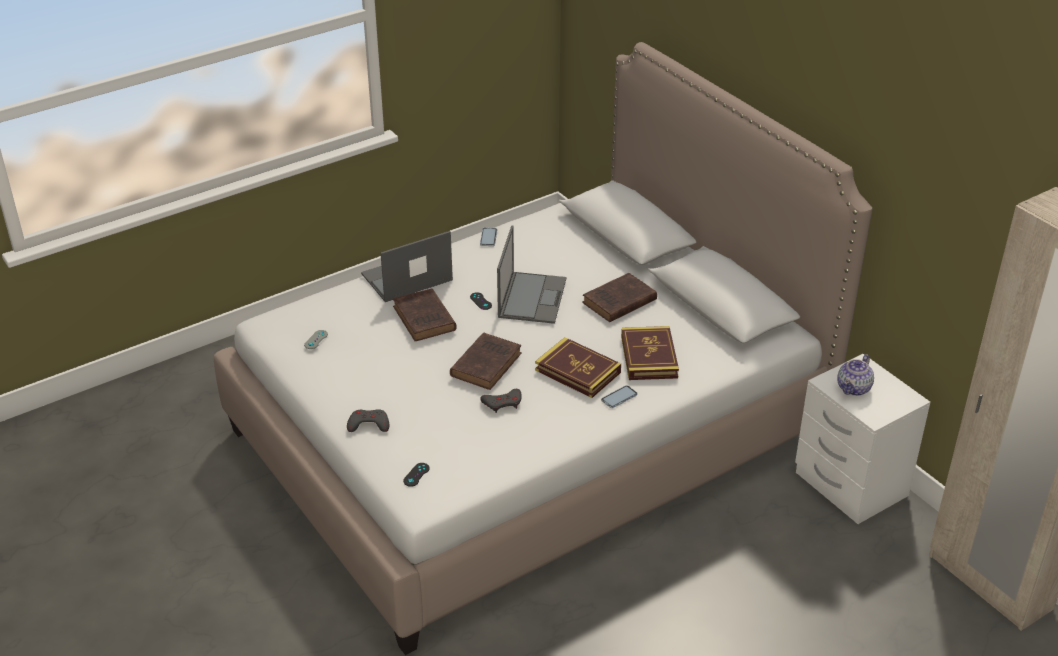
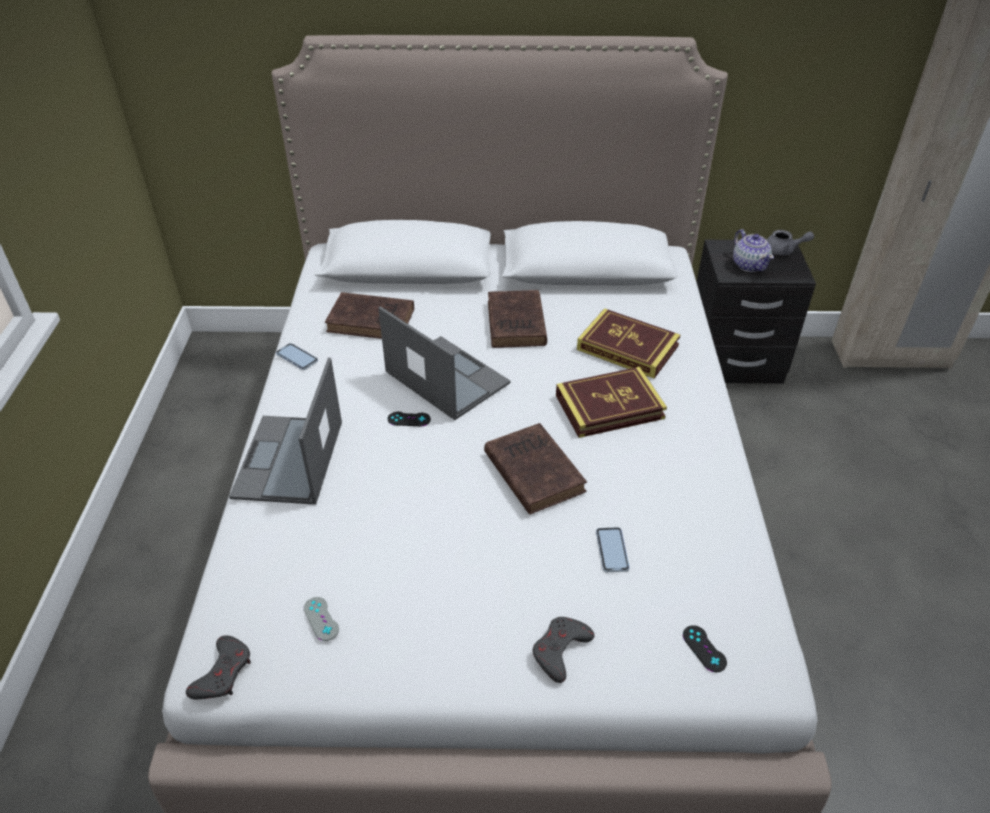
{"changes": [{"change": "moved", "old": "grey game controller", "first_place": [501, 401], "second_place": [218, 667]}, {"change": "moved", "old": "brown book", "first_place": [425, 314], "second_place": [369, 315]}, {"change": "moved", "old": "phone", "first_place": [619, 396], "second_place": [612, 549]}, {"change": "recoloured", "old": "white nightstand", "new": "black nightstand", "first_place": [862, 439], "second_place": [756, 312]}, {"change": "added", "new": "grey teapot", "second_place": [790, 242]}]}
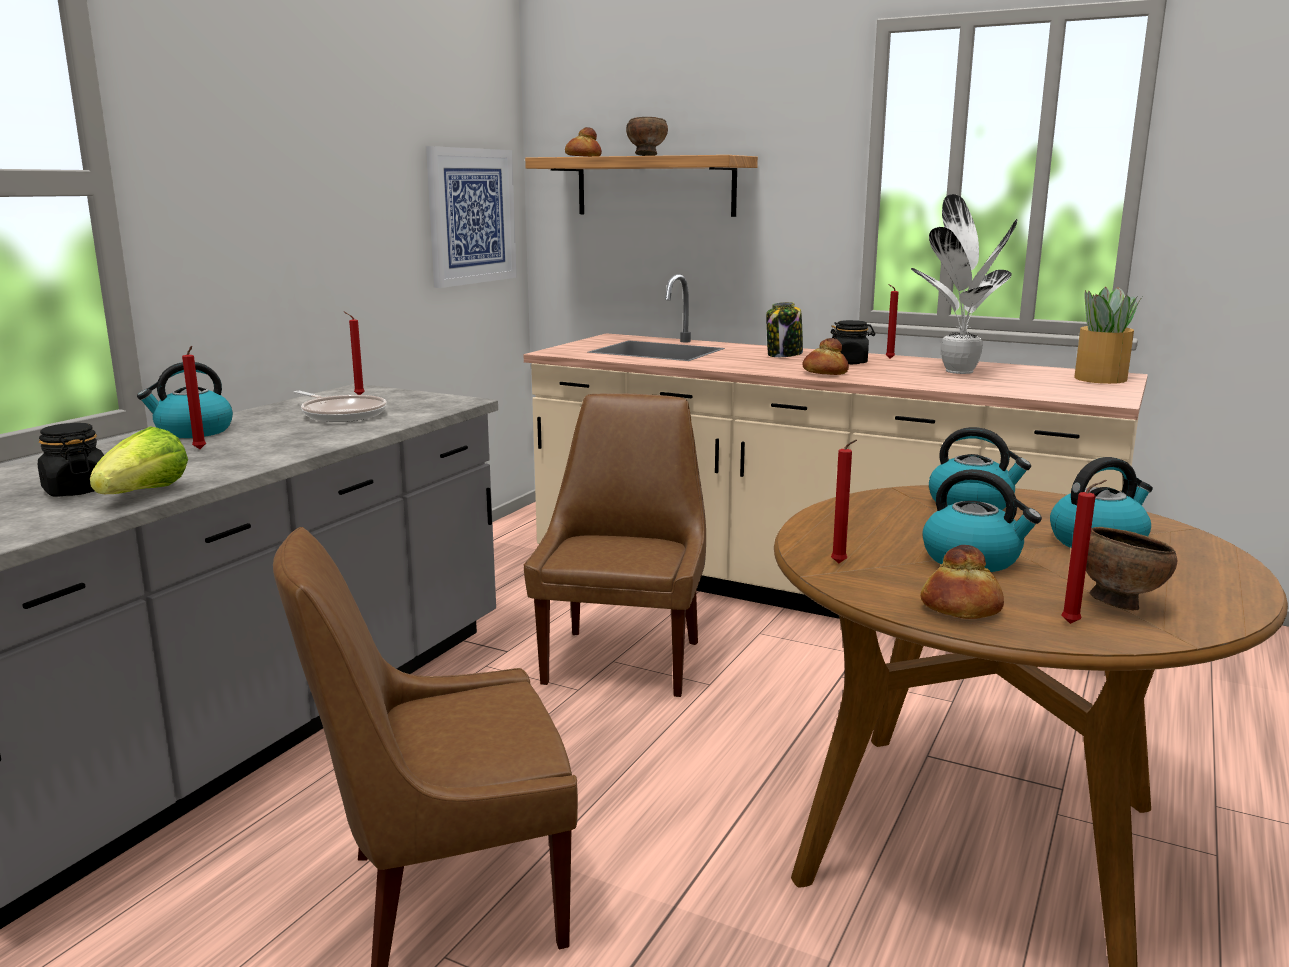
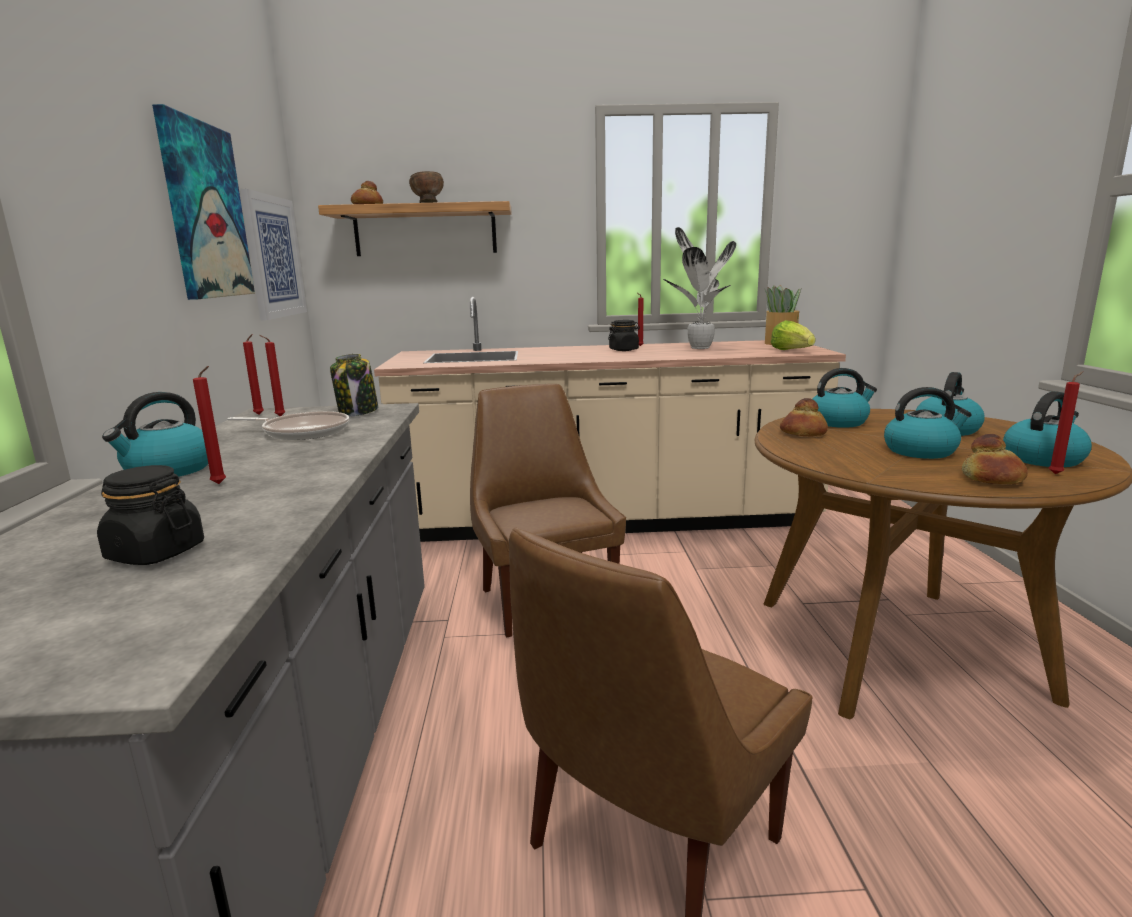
{"changes": [{"change": "added", "new": "picture", "second_place": [203, 202]}, {"change": "moved", "old": "red candle", "first_place": [844, 501], "second_place": [253, 374]}, {"change": "moved", "old": "jar", "first_place": [784, 329], "second_place": [354, 385]}, {"change": "moved", "old": "lettuce", "first_place": [139, 460], "second_place": [793, 335]}, {"change": "moved", "old": "bread", "first_place": [825, 356], "second_place": [804, 417]}, {"change": "replaced", "old": "brown bowl", "new": "kettle", "first_place": [1131, 568], "second_place": [1047, 429]}]}
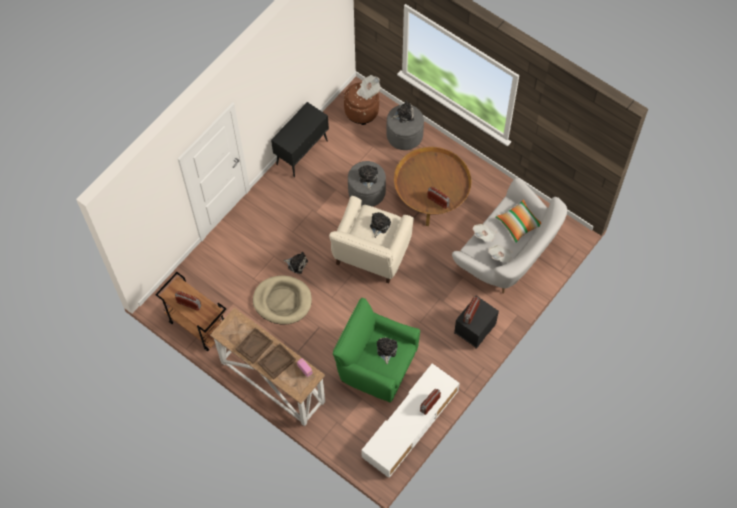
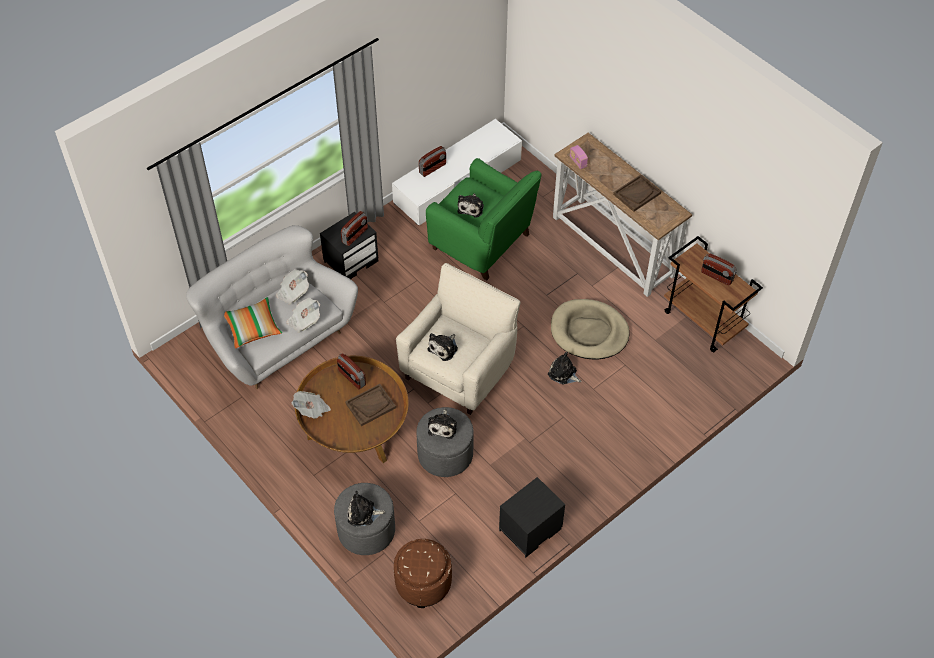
{"changes": [{"change": "moved", "old": "newspaper", "first_place": [369, 87], "second_place": [311, 405]}, {"change": "moved", "old": "brown tray", "first_place": [277, 361], "second_place": [370, 405]}, {"change": "replaced", "old": "black cabinet", "new": "black nightstand", "first_place": [300, 139], "second_place": [532, 517]}]}
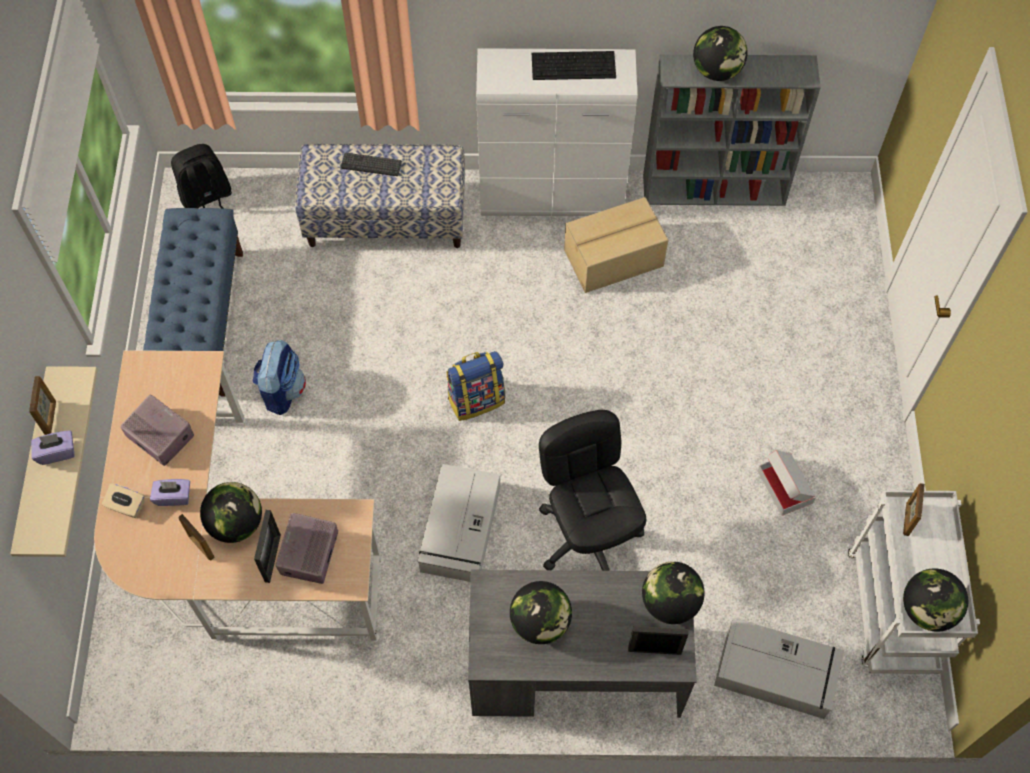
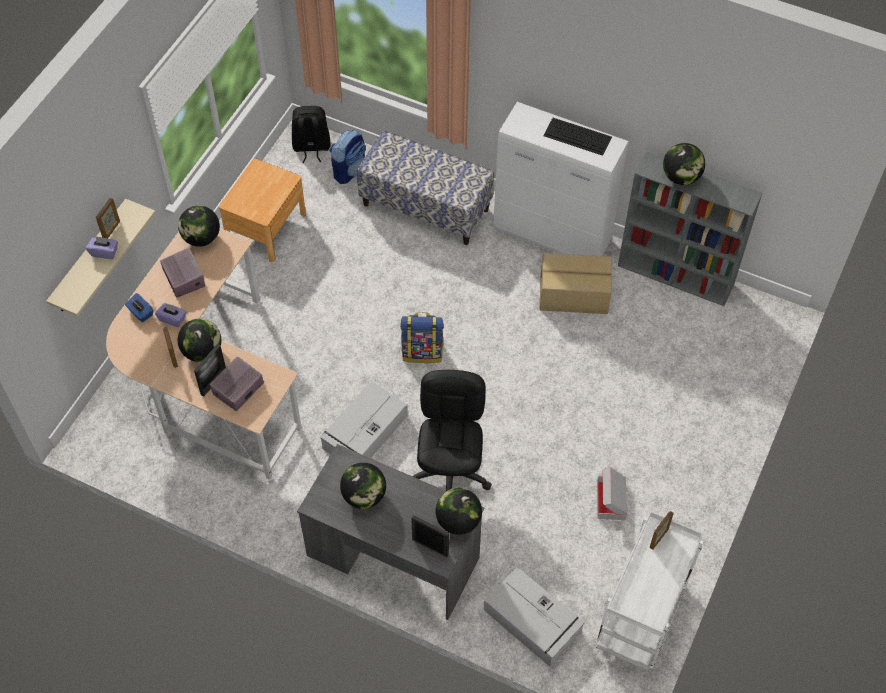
{"changes": [{"change": "recoloured", "old": "beige tissue box", "new": "blue tissue box", "first_place": [123, 500], "second_place": [139, 307]}, {"change": "moved", "old": "globe", "first_place": [935, 599], "second_place": [199, 226]}, {"change": "replaced", "old": "blue bench", "new": "brown nightstand", "first_place": [193, 302], "second_place": [262, 210]}, {"change": "moved", "old": "backpack", "first_place": [279, 377], "second_place": [348, 157]}, {"change": "removed", "old": "keyboard", "first_place": [371, 164]}]}
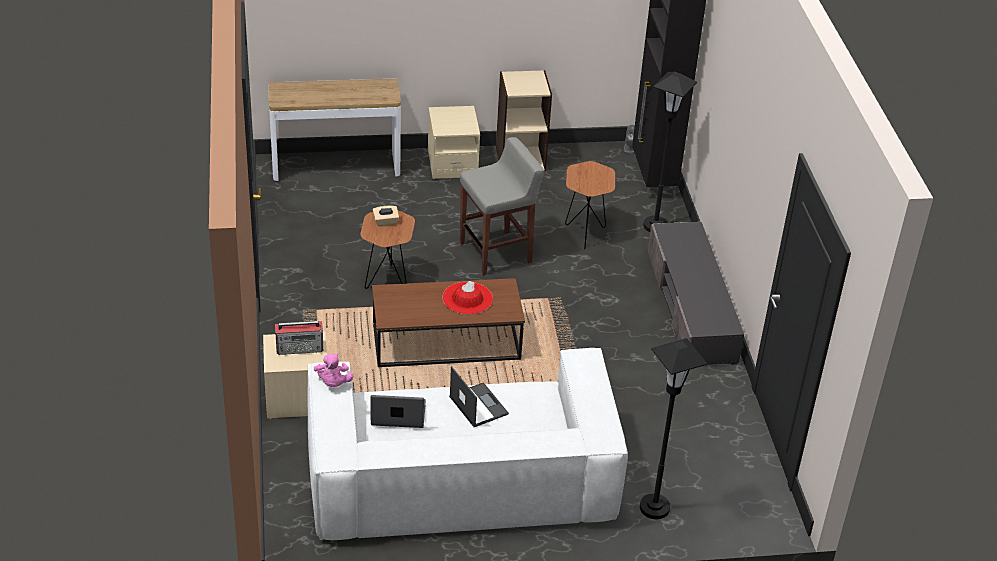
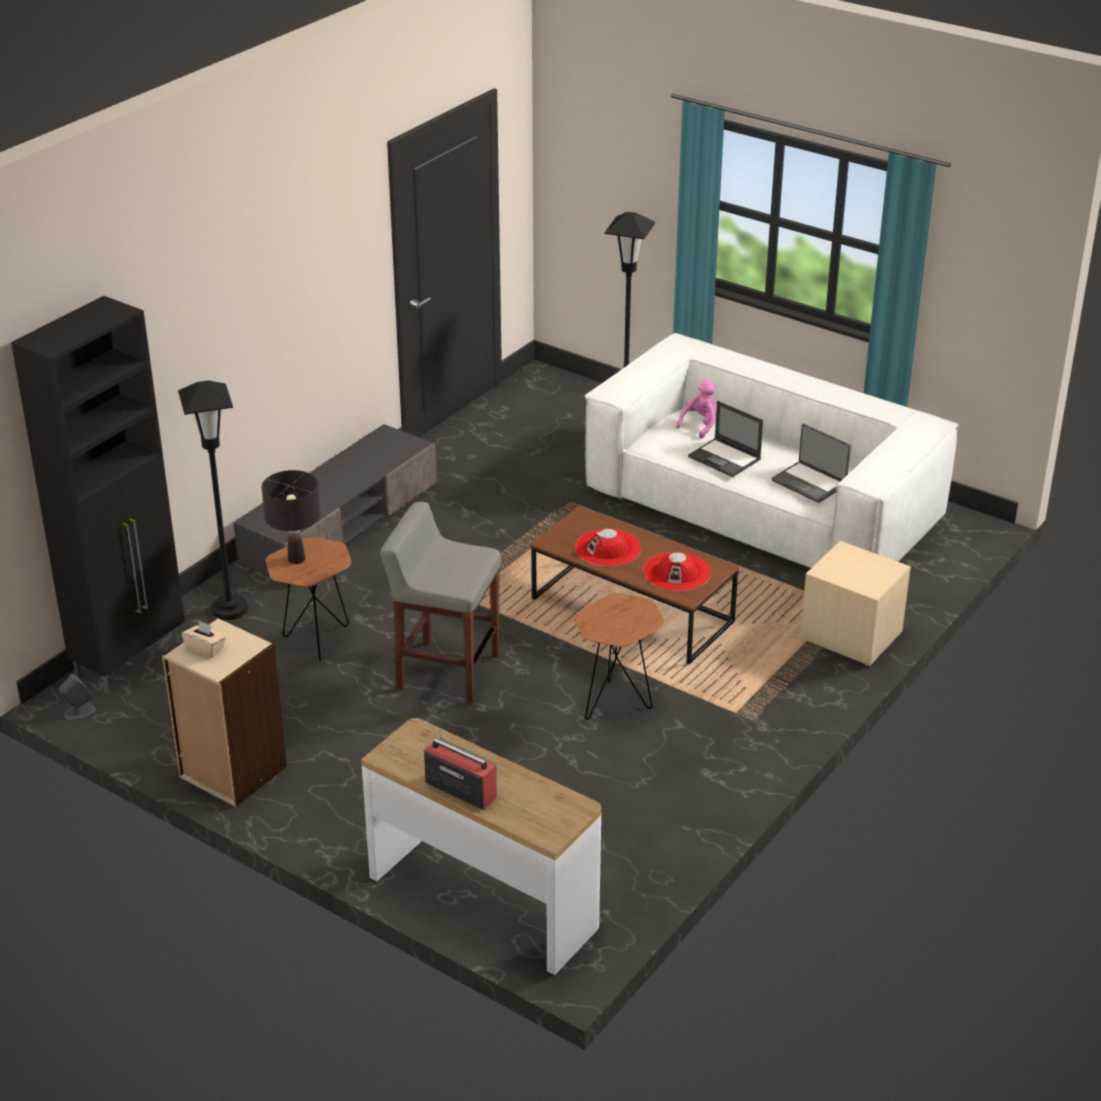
{"changes": [{"change": "moved", "old": "beige tissue box", "first_place": [386, 216], "second_place": [203, 639]}, {"change": "added", "new": "black table lamp", "second_place": [291, 517]}, {"change": "moved", "old": "radio", "first_place": [299, 338], "second_place": [460, 769]}, {"change": "added", "new": "red hat", "second_place": [677, 571]}, {"change": "moved", "old": "pink plush toy", "first_place": [333, 370], "second_place": [696, 409]}, {"change": "turned", "old": "laptop", "first_place": [479, 396], "second_place": [725, 439], "degrees": -60}, {"change": "removed", "old": "beige nightstand", "first_place": [454, 142]}]}
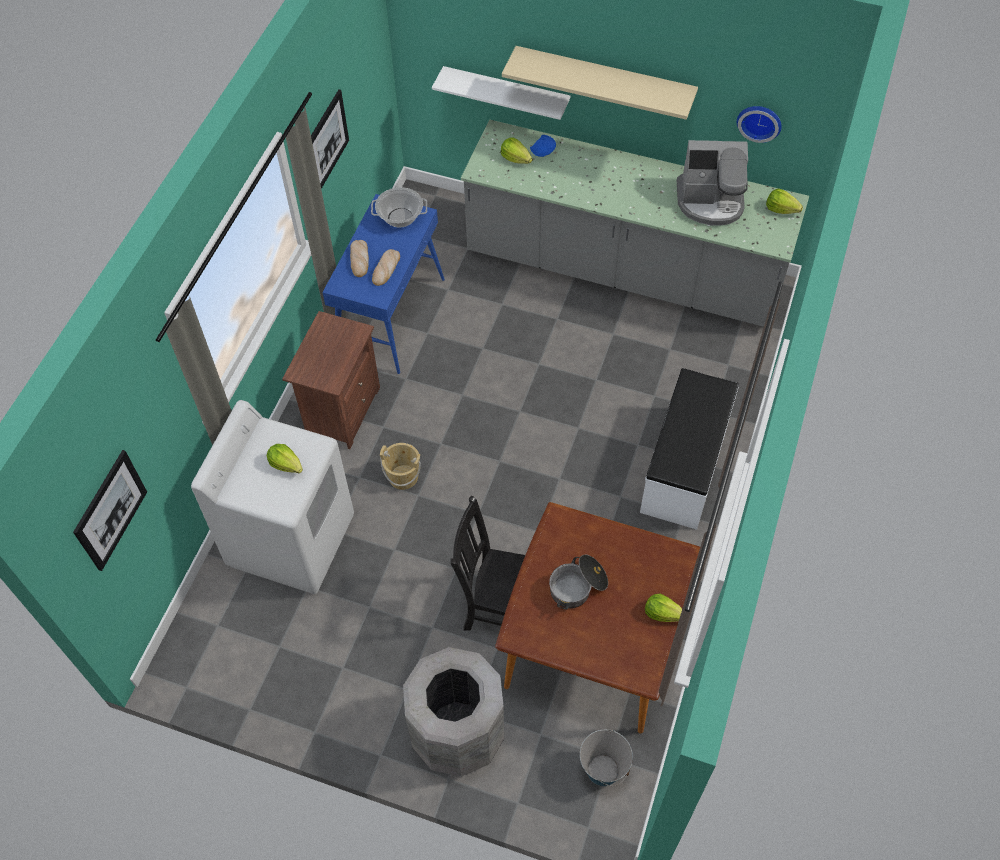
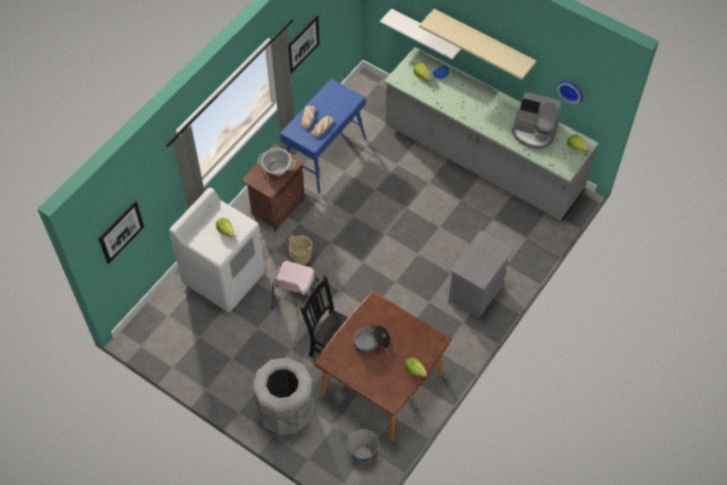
{"changes": [{"change": "moved", "old": "cooking pot", "first_place": [399, 207], "second_place": [276, 161]}, {"change": "added", "new": "pink chair", "second_place": [295, 290]}, {"change": "replaced", "old": "white bench", "new": "grey nightstand", "first_place": [689, 449], "second_place": [481, 274]}]}
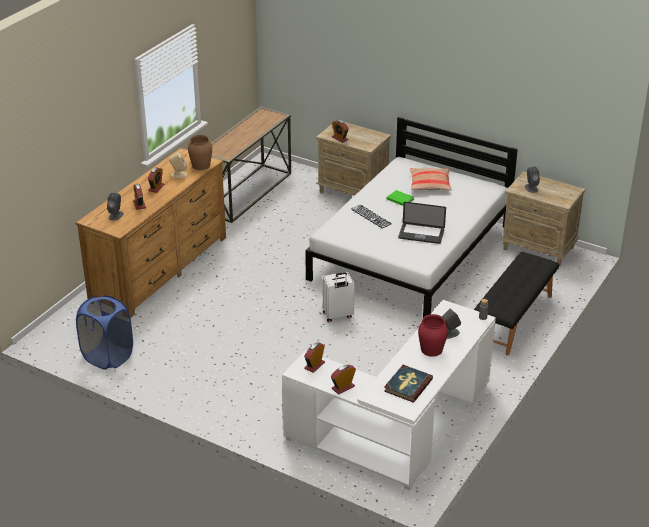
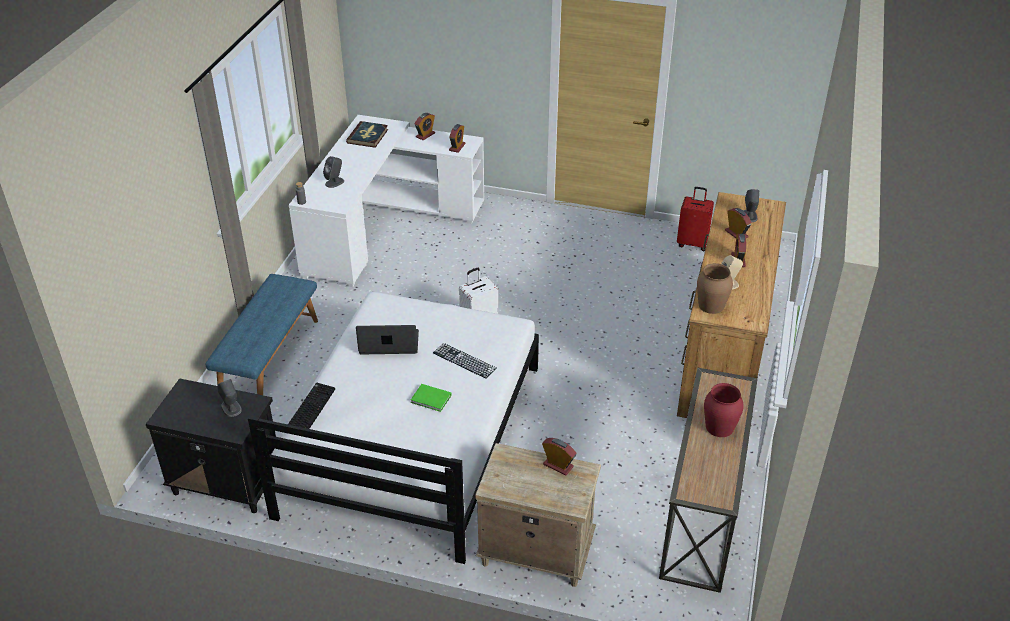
{"changes": [{"change": "recoloured", "old": "beige nightstand", "new": "black nightstand", "first_place": [543, 219], "second_place": [211, 445]}, {"change": "recoloured", "old": "black bench", "new": "blue bench", "first_place": [516, 304], "second_place": [261, 334]}, {"change": "added", "new": "keyboard", "second_place": [311, 405]}, {"change": "replaced", "old": "blue laundry basket", "new": "red suitcase", "first_place": [104, 332], "second_place": [695, 219]}, {"change": "moved", "old": "red vase", "first_place": [433, 335], "second_place": [724, 410]}, {"change": "removed", "old": "pillow", "first_place": [431, 179]}]}
